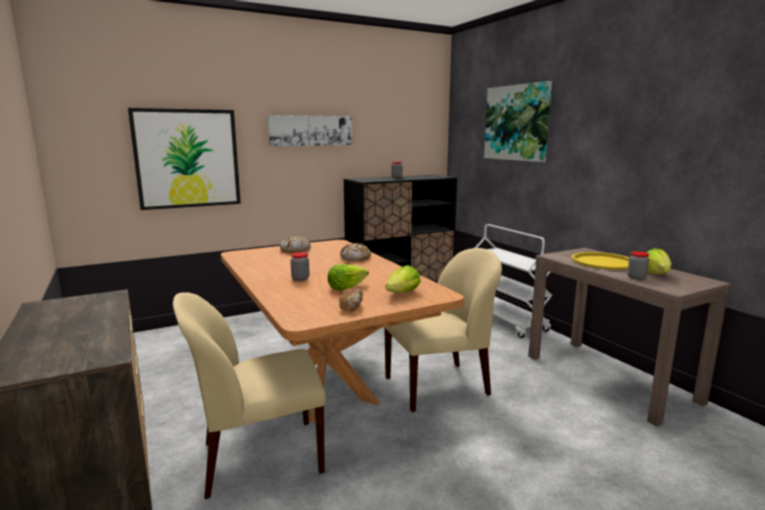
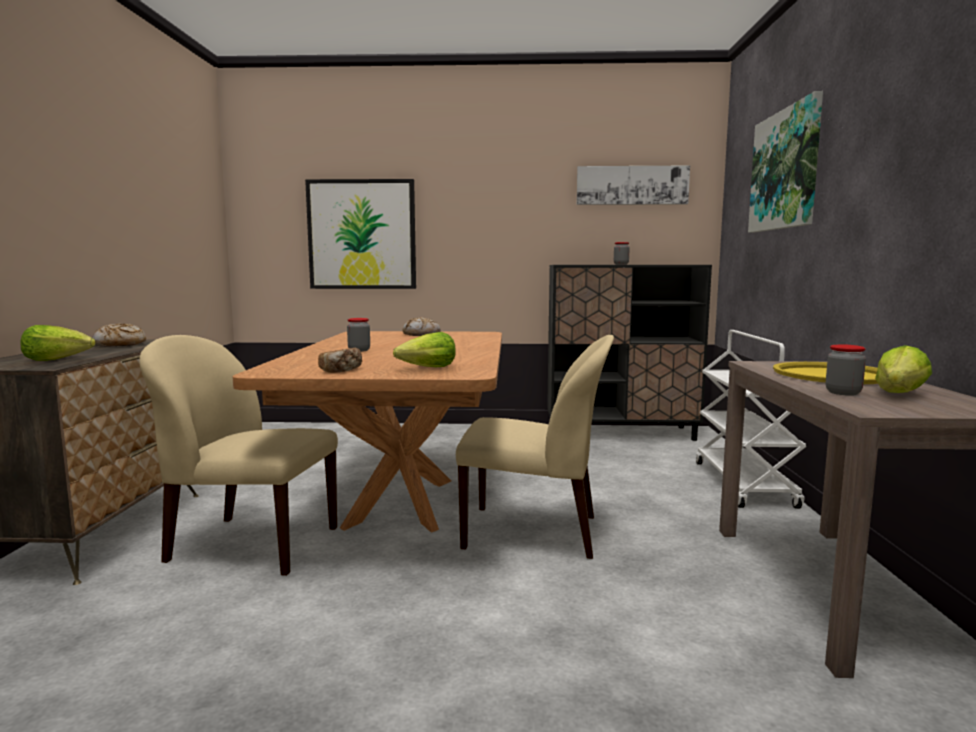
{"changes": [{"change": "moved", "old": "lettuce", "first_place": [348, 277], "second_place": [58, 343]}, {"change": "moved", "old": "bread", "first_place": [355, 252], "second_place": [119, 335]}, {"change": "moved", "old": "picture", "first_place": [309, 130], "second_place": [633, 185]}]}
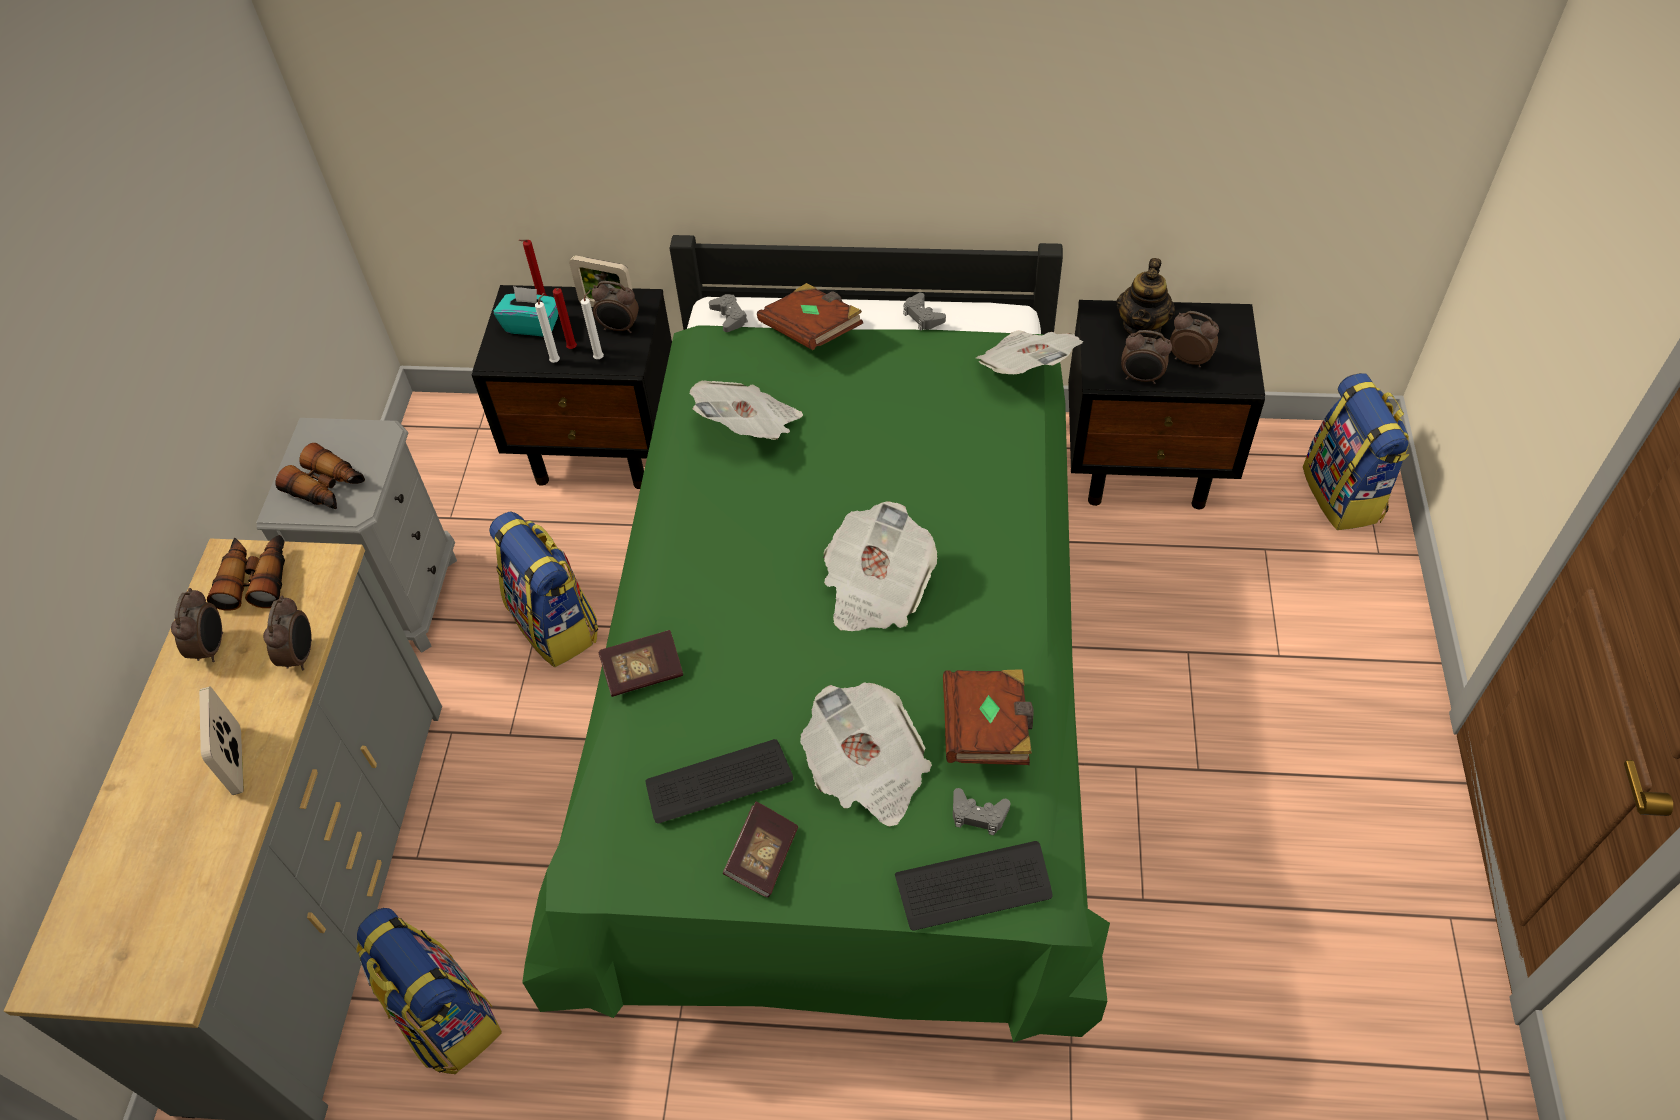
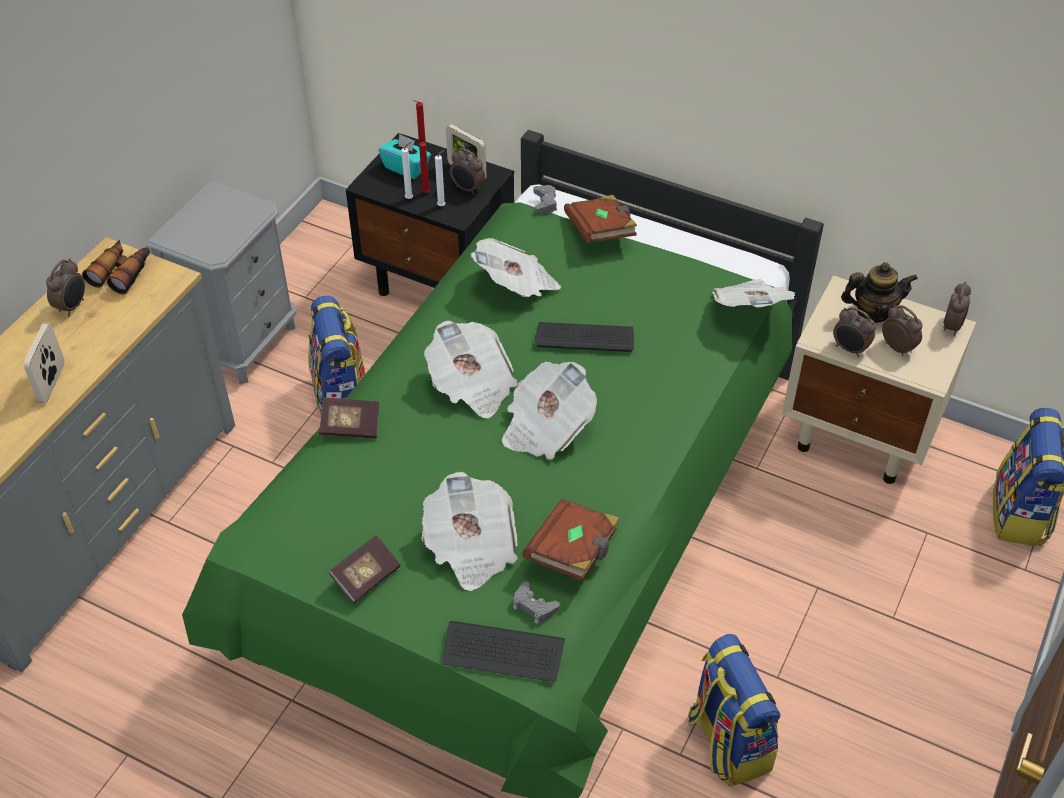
{"changes": [{"change": "added", "new": "newspaper", "second_place": [471, 369]}, {"change": "moved", "old": "keyboard", "first_place": [719, 781], "second_place": [584, 337]}, {"change": "moved", "old": "backpack", "first_place": [429, 991], "second_place": [734, 710]}, {"change": "recoloured", "old": "black nightstand", "new": "beige nightstand", "first_place": [1166, 404], "second_place": [879, 379]}, {"change": "turned", "old": "teapot", "first_place": [1145, 298], "second_place": [879, 292], "degrees": -135}, {"change": "moved", "old": "alarm clock", "first_place": [287, 633], "second_place": [957, 309]}, {"change": "removed", "old": "binoculars", "first_place": [320, 476]}, {"change": "removed", "old": "grey game controller", "first_place": [924, 312]}]}
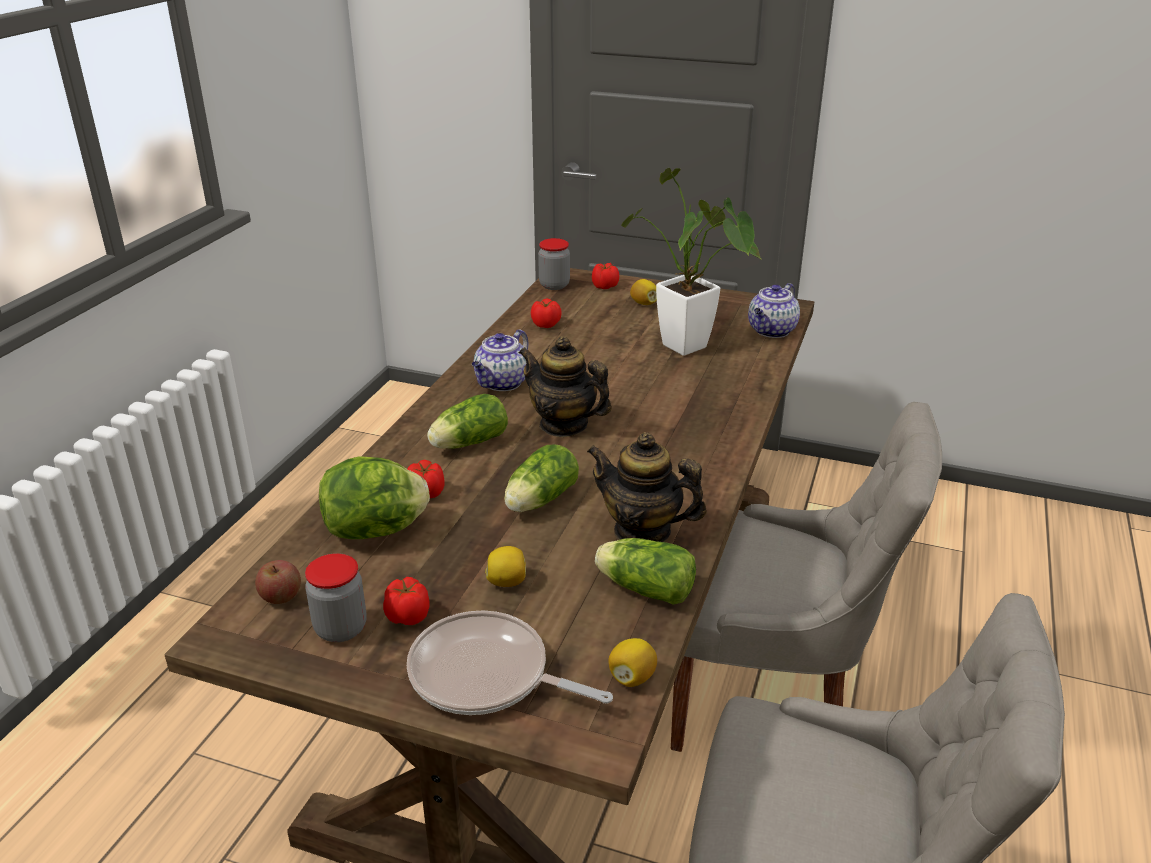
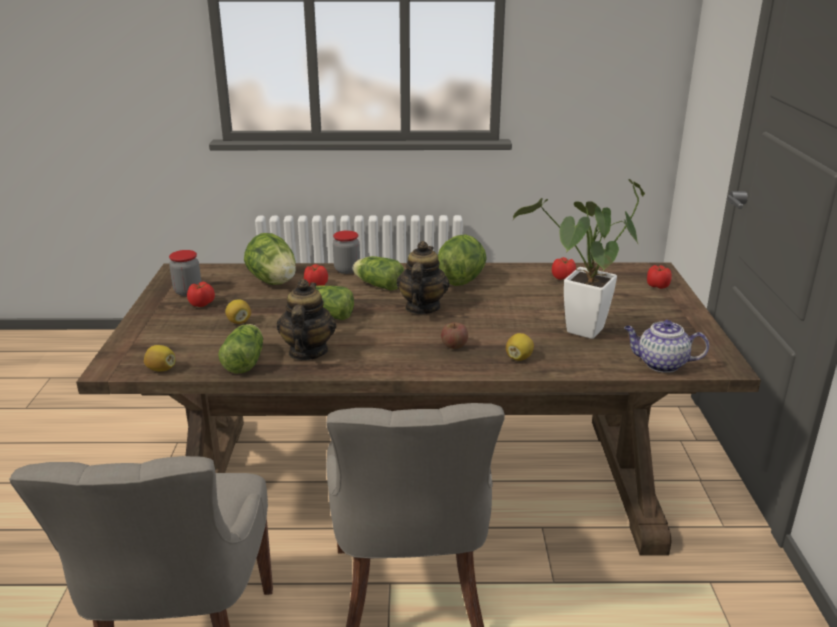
{"changes": [{"change": "moved", "old": "jar", "first_place": [554, 264], "second_place": [346, 252]}, {"change": "replaced", "old": "teapot", "new": "lettuce", "first_place": [500, 360], "second_place": [462, 260]}, {"change": "moved", "old": "apple", "first_place": [278, 582], "second_place": [454, 335]}, {"change": "moved", "old": "lemon", "first_place": [643, 292], "second_place": [520, 347]}, {"change": "removed", "old": "frying pan", "first_place": [510, 663]}]}
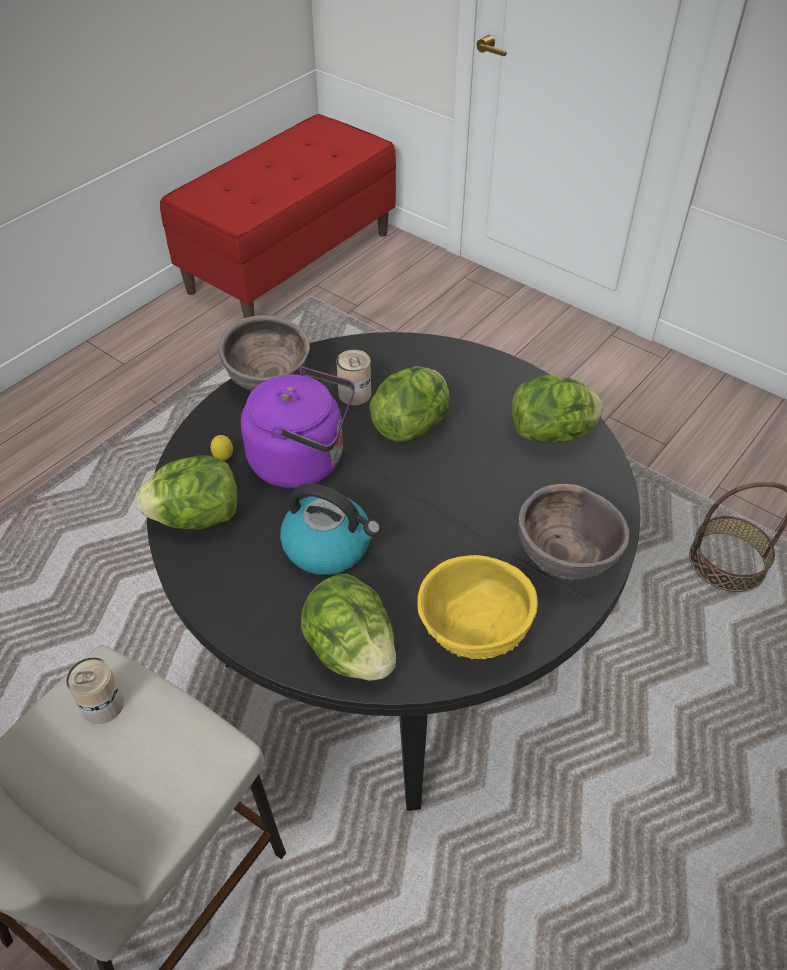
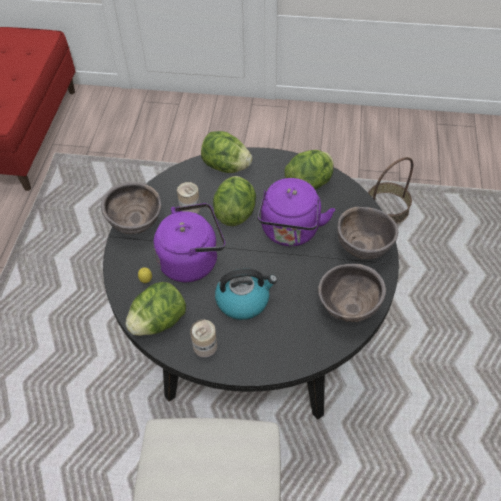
{"changes": [{"change": "moved", "old": "can", "first_place": [95, 690], "second_place": [203, 339]}, {"change": "moved", "old": "lettuce", "first_place": [348, 627], "second_place": [226, 152]}, {"change": "added", "new": "purple kettle", "second_place": [296, 212]}, {"change": "recoloured", "old": "yellow bowl", "new": "brown bowl", "first_place": [477, 607], "second_place": [352, 292]}]}
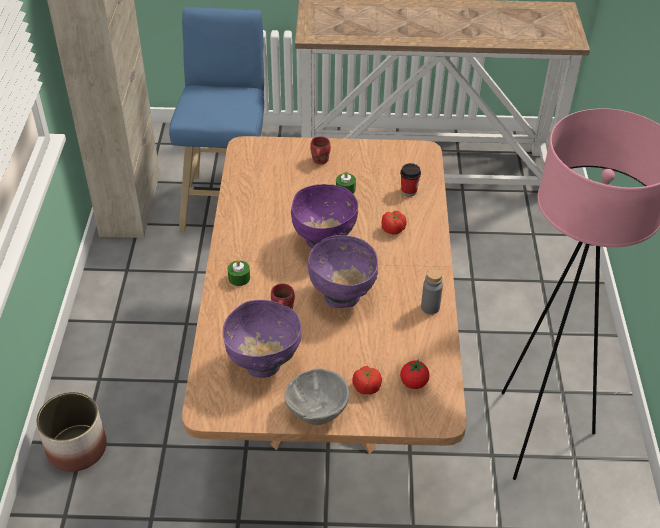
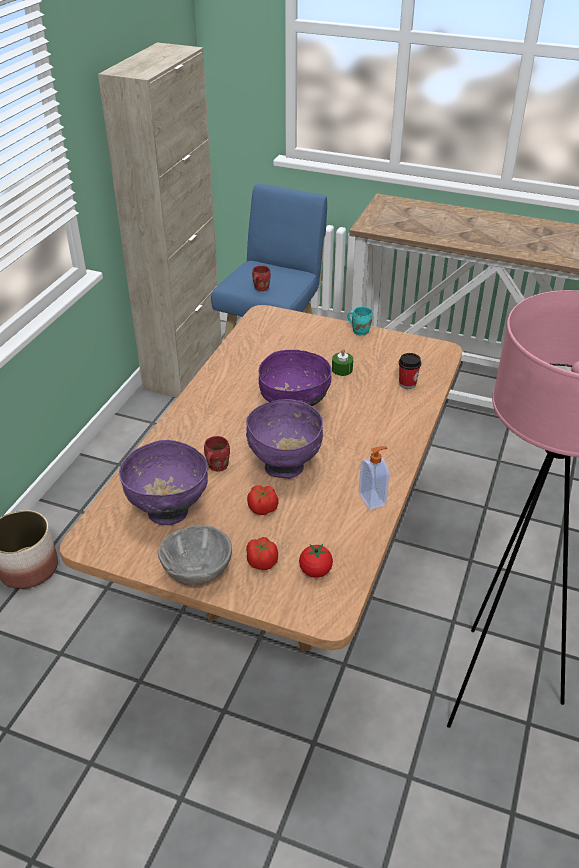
{"changes": [{"change": "moved", "old": "tomato", "first_place": [394, 223], "second_place": [263, 500]}, {"change": "moved", "old": "red mug", "first_place": [320, 150], "second_place": [261, 278]}, {"change": "added", "new": "turquoise mug", "second_place": [360, 320]}, {"change": "replaced", "old": "grey bottle", "new": "soap dispenser", "first_place": [432, 291], "second_place": [374, 478]}, {"change": "removed", "old": "green candle", "first_place": [239, 272]}]}
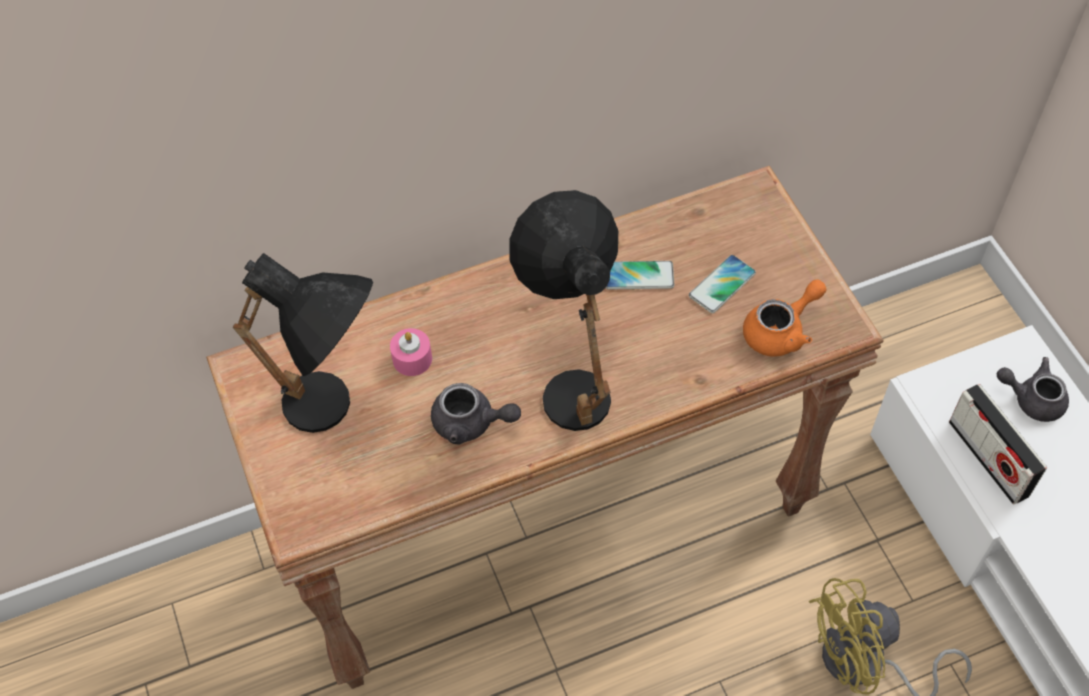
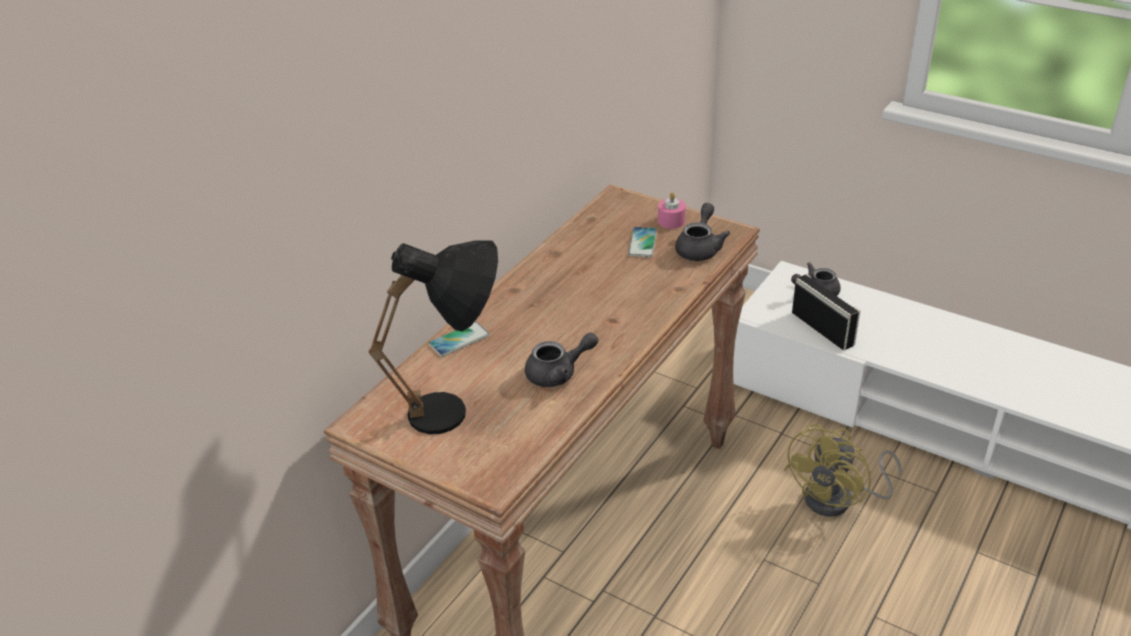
{"changes": [{"change": "moved", "old": "phone", "first_place": [640, 275], "second_place": [459, 339]}, {"change": "moved", "old": "pink candle", "first_place": [411, 352], "second_place": [672, 210]}, {"change": "recoloured", "old": "orange teapot", "new": "grey teapot", "first_place": [784, 318], "second_place": [702, 232]}, {"change": "turned", "old": "radio", "first_place": [998, 444], "second_place": [826, 312], "degrees": -150}, {"change": "removed", "old": "black table lamp", "first_place": [563, 310]}]}
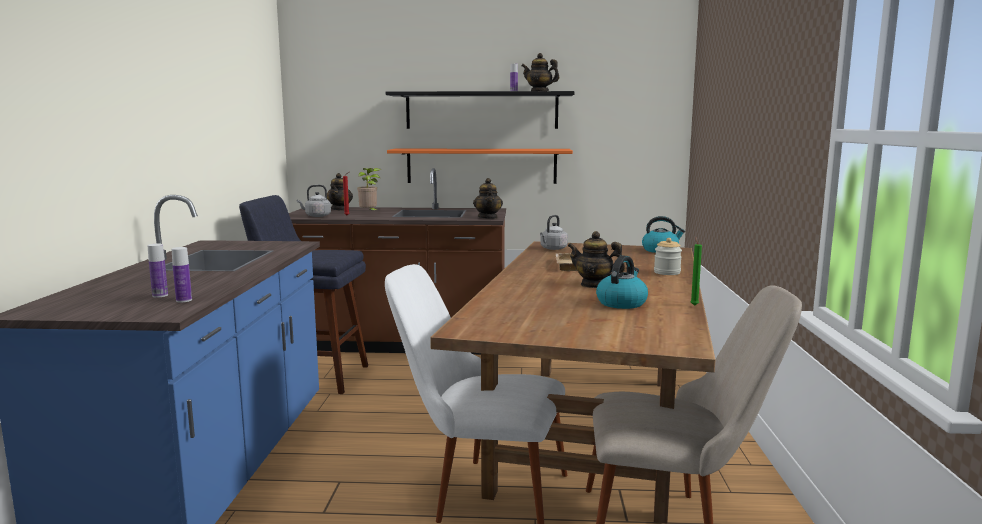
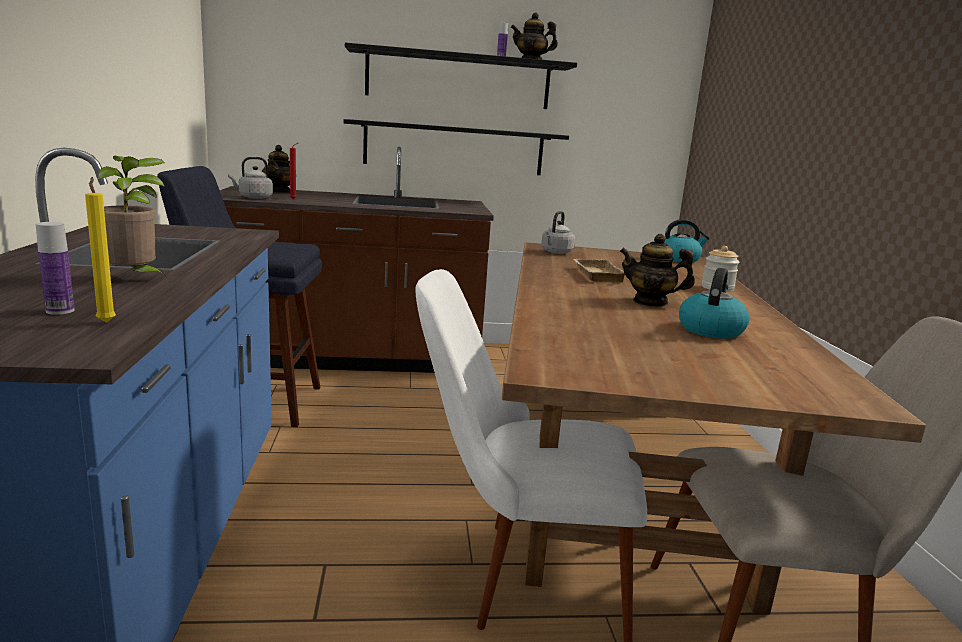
{"changes": [{"change": "replaced", "old": "bottle", "new": "yellow candle", "first_place": [182, 275], "second_place": [100, 250]}, {"change": "moved", "old": "potted plant", "first_place": [369, 190], "second_place": [132, 216]}, {"change": "recoloured", "old": "orange shelf", "new": "black shelf", "first_place": [480, 166], "second_place": [456, 147]}, {"change": "removed", "old": "teapot", "first_place": [488, 198]}, {"change": "removed", "old": "green candle", "first_place": [696, 271]}]}
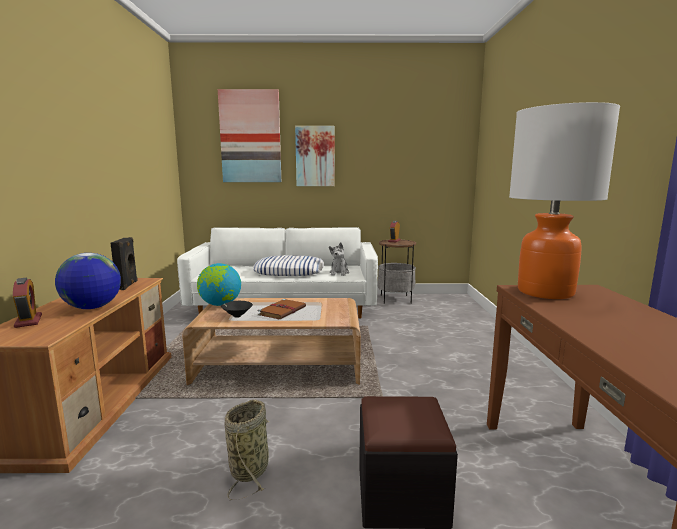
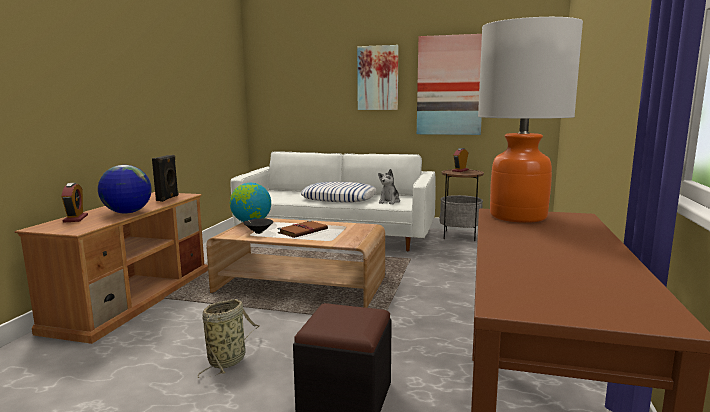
{"changes": [{"change": "moved", "old": "picture", "first_place": [249, 135], "second_place": [449, 84]}]}
